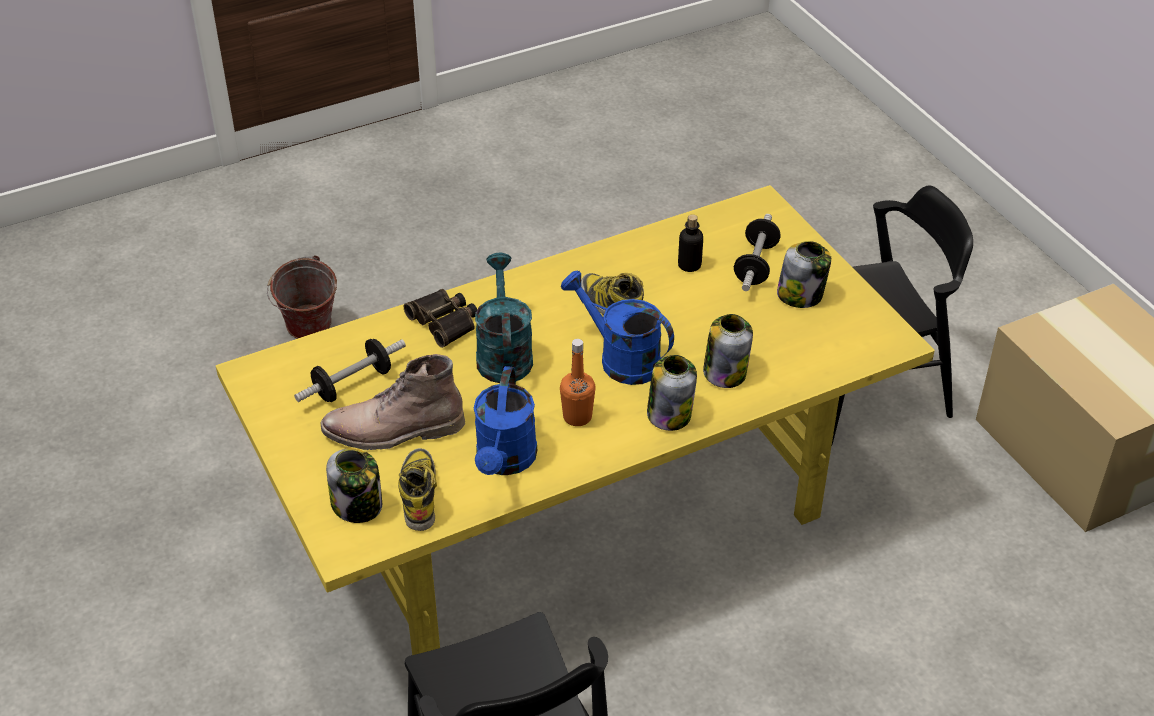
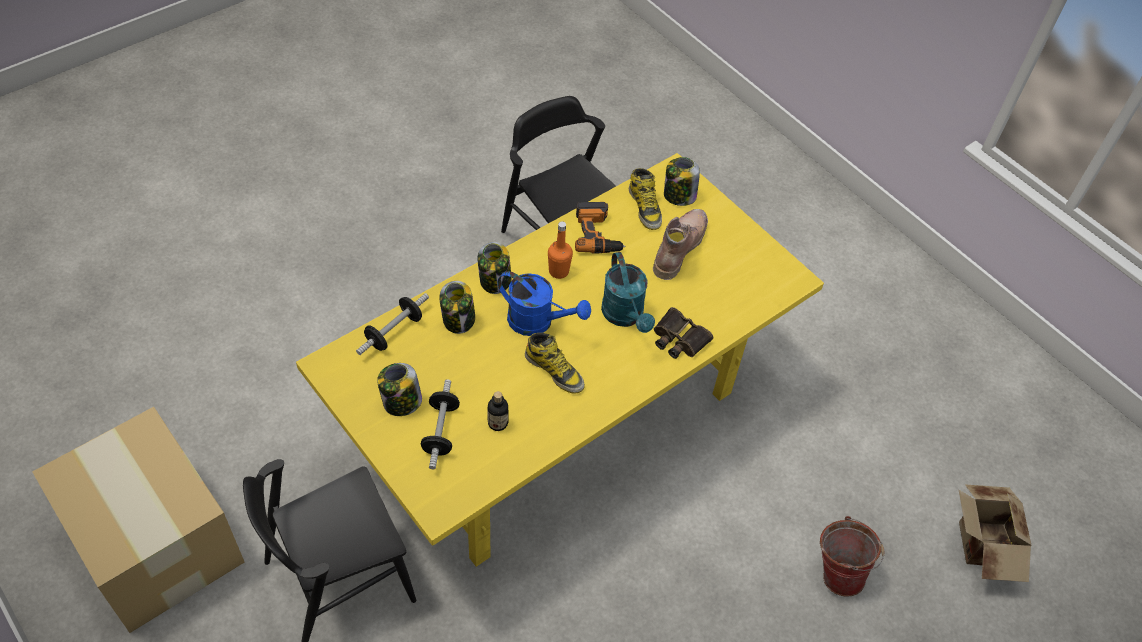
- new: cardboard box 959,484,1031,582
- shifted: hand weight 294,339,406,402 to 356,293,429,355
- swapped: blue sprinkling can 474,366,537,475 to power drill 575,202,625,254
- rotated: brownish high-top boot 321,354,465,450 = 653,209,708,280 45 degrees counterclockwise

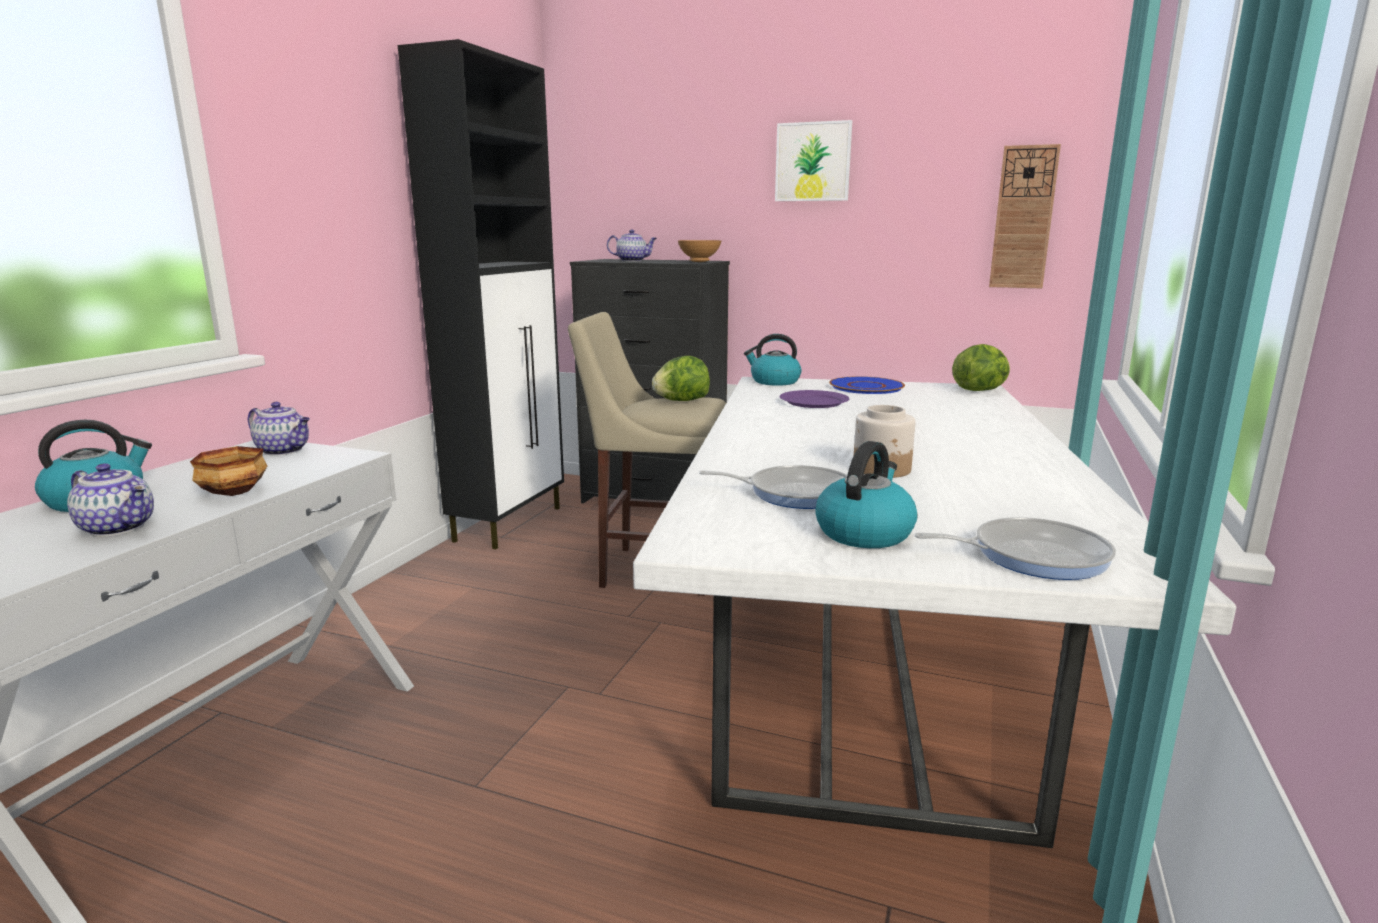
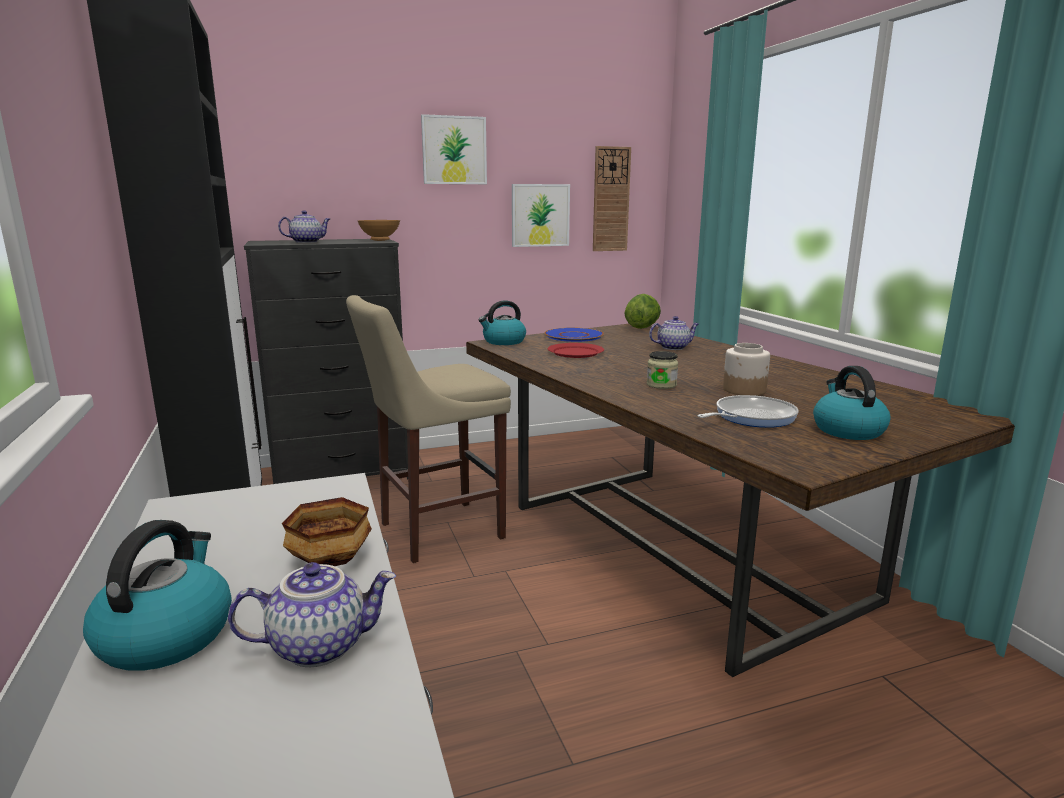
- gone: lettuce head 652,356,710,401
- gone: pan 914,517,1116,580
- new: wall picture 512,184,570,247
- new: jar 647,351,678,389
- shifted: pot for tea 248,402,310,456 to 649,316,699,350
- repainted: white kitchen table 633,377,1236,848 to brownish kitchen table 466,324,1015,677
- repainted: purple-coloured dinner plate 780,390,849,408 to red-coloured dinner plate 548,343,604,358

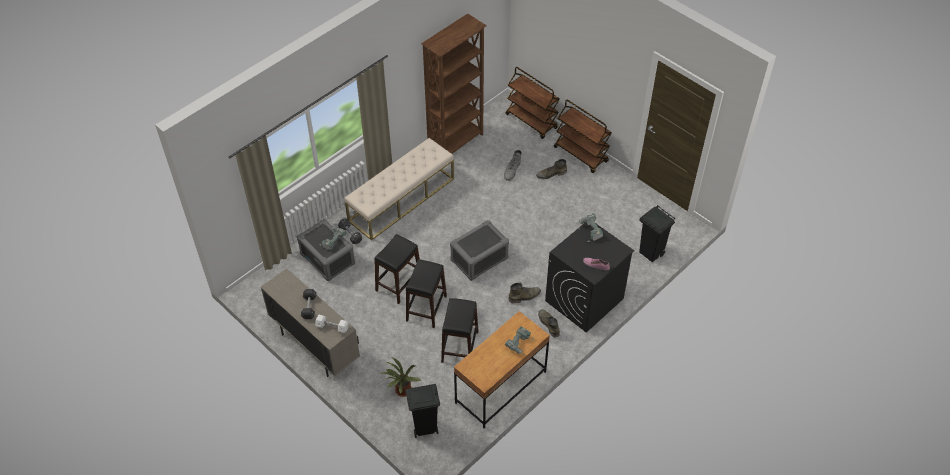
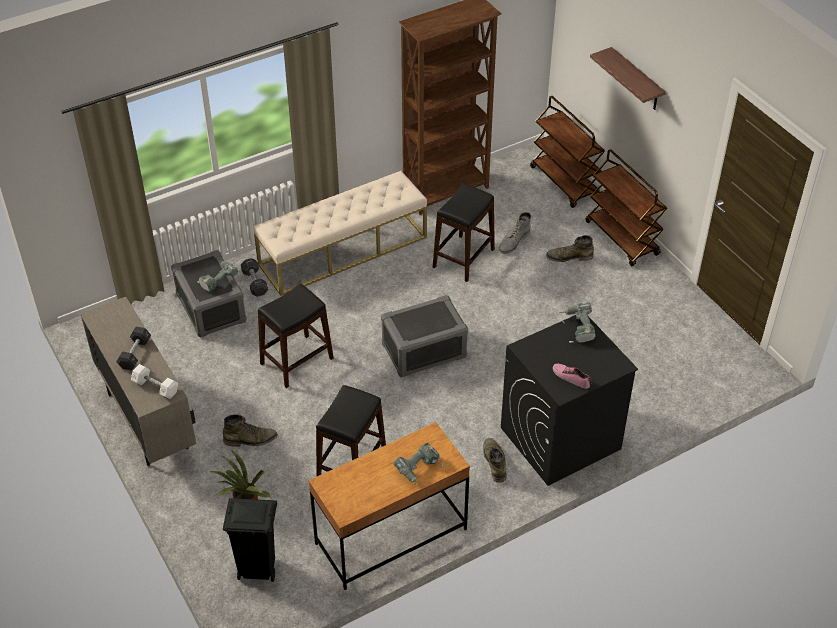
- gone: black rubbish bin 639,205,675,262
- new: wall shelf 590,47,666,110
- shifted: black sitting stool 406,259,447,328 to 433,184,495,282
- shifted: greenish high-top boot 508,283,541,304 to 223,414,278,447

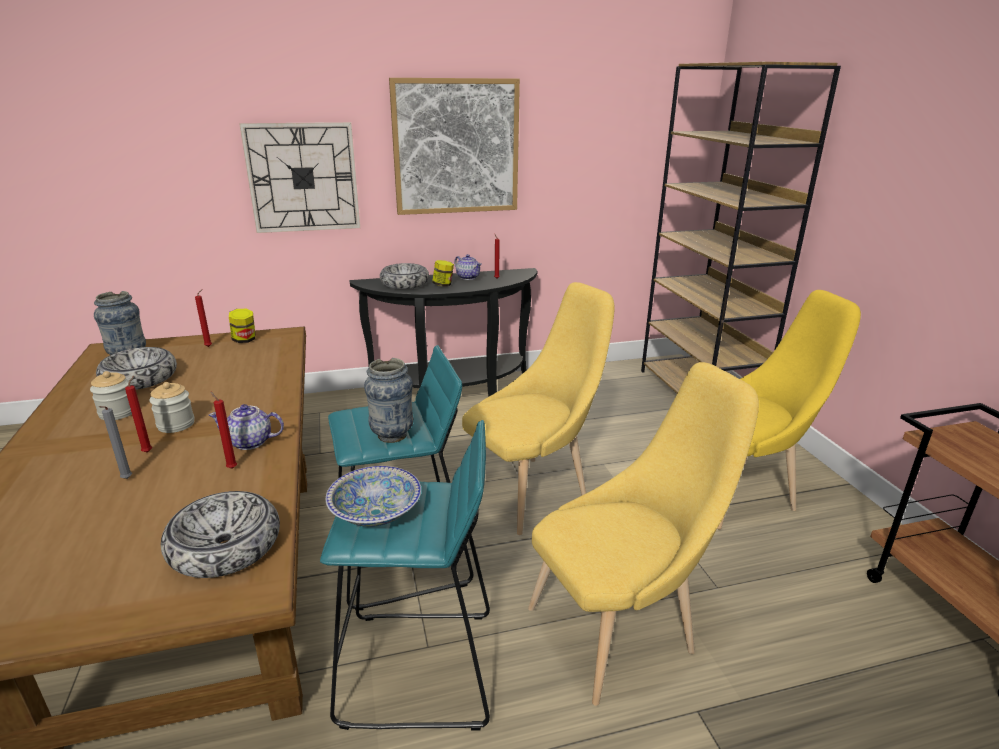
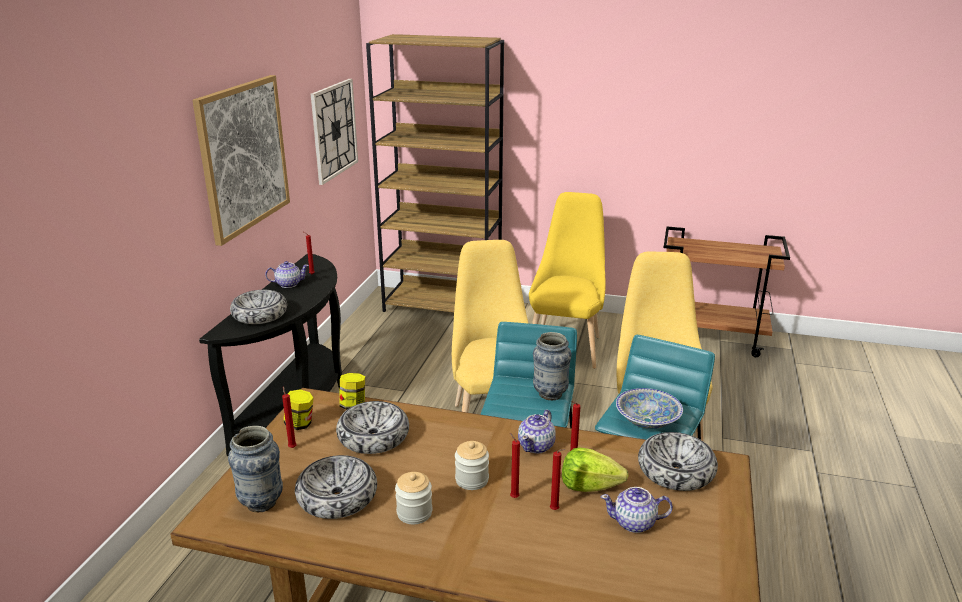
- new: deep dish 336,401,409,454
- new: lettuce head 562,447,629,492
- new: pot for tea 601,487,673,533
- shifted: clock on the wall 239,122,360,233 to 311,79,358,185
- shifted: jar 432,260,454,286 to 339,373,365,410
- repainted: grey wax candle 99,406,132,479 to red-coloured wax candle 550,449,565,510

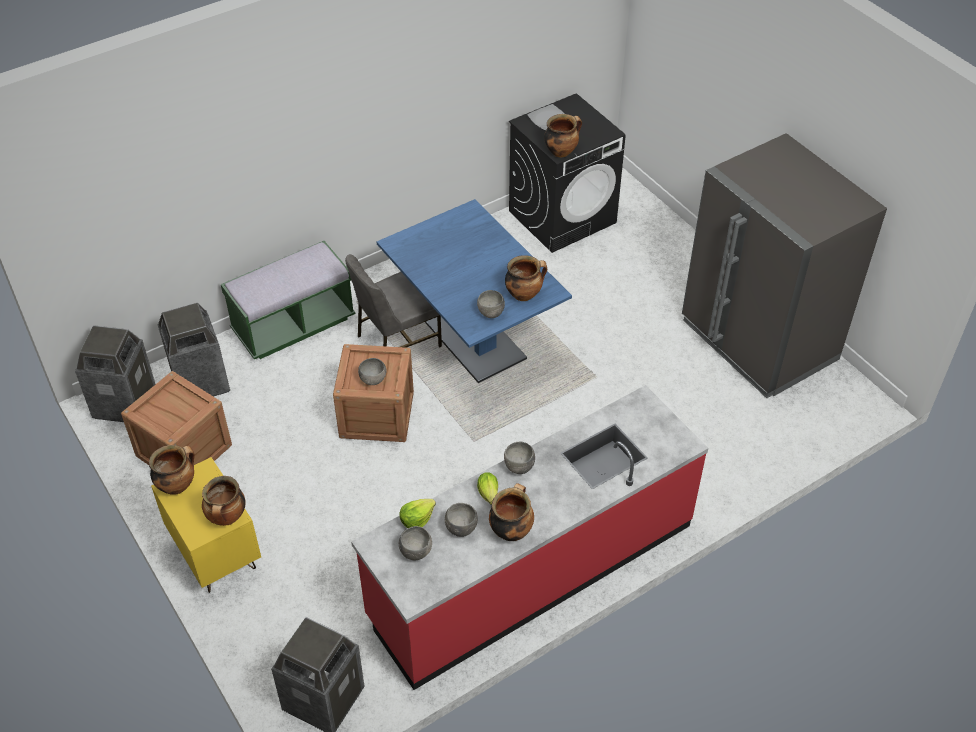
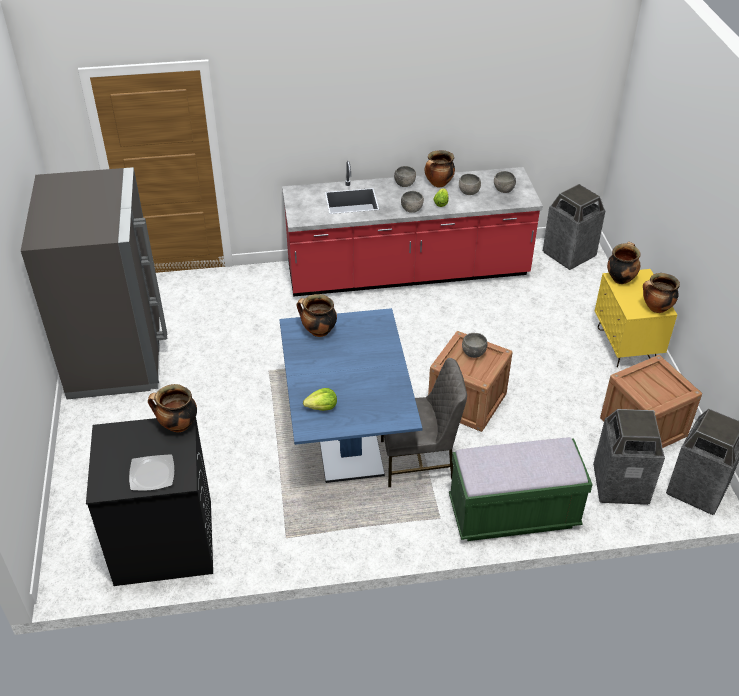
- shifted: lettuce head 399,499,436,528 to 303,388,337,411
- shifted: grey deep dish 477,290,505,318 to 394,166,416,187

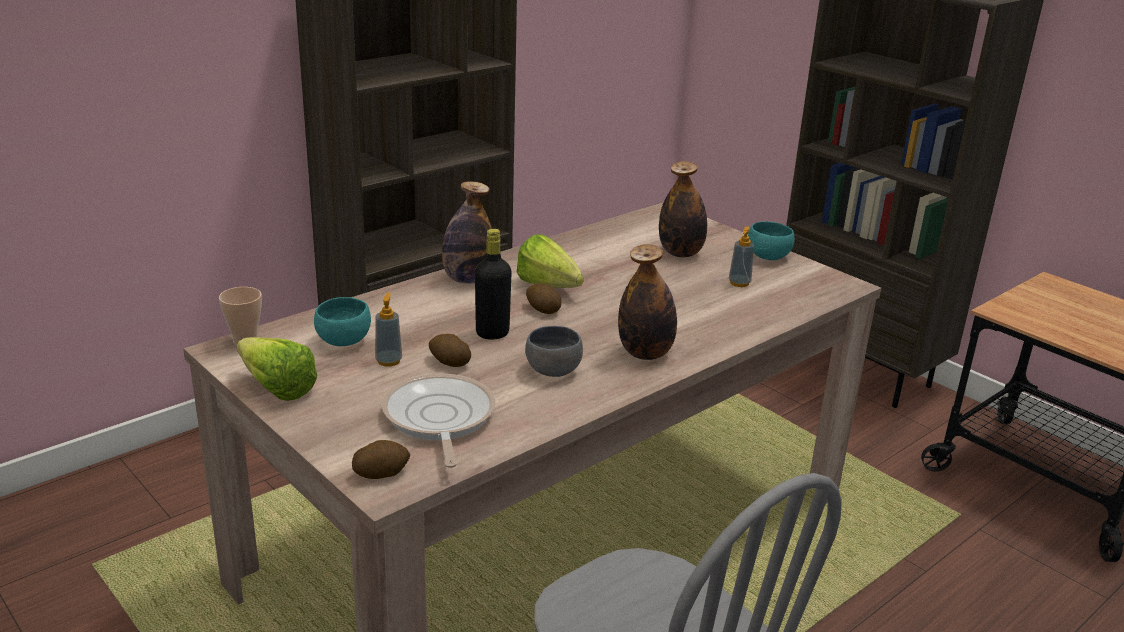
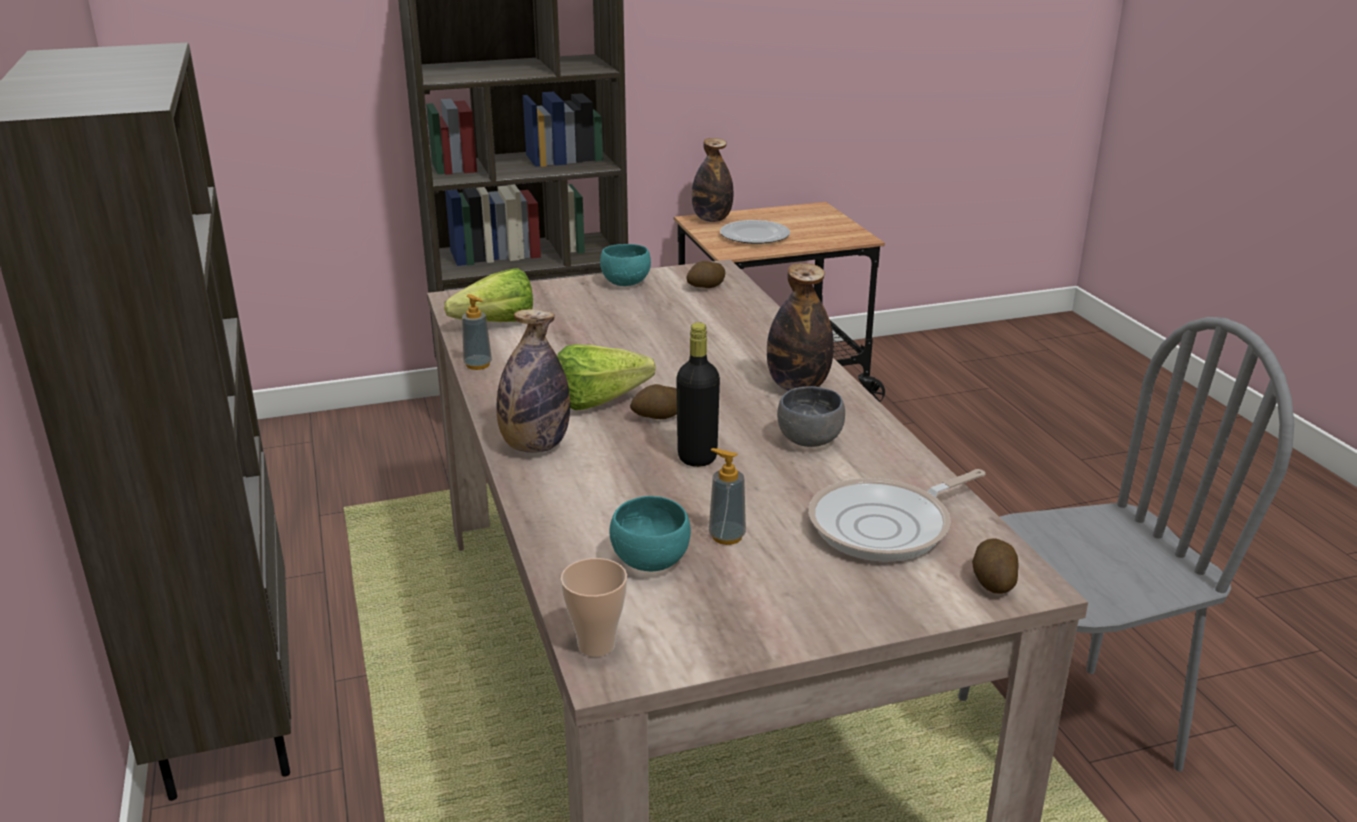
- new: dinner plate 720,220,790,244
- shifted: lettuce head 237,337,317,401 to 444,268,533,322
- shifted: spud 429,334,471,367 to 686,261,725,288
- shifted: beverage bottle 659,161,707,257 to 692,138,733,222
- shifted: soap bottle 729,226,754,287 to 462,294,492,370
- rotated: pan 382,374,495,468 = 808,469,985,562 45 degrees counterclockwise

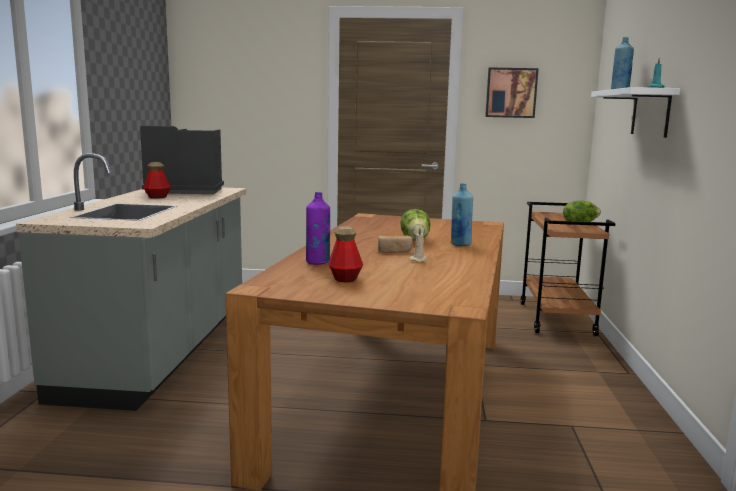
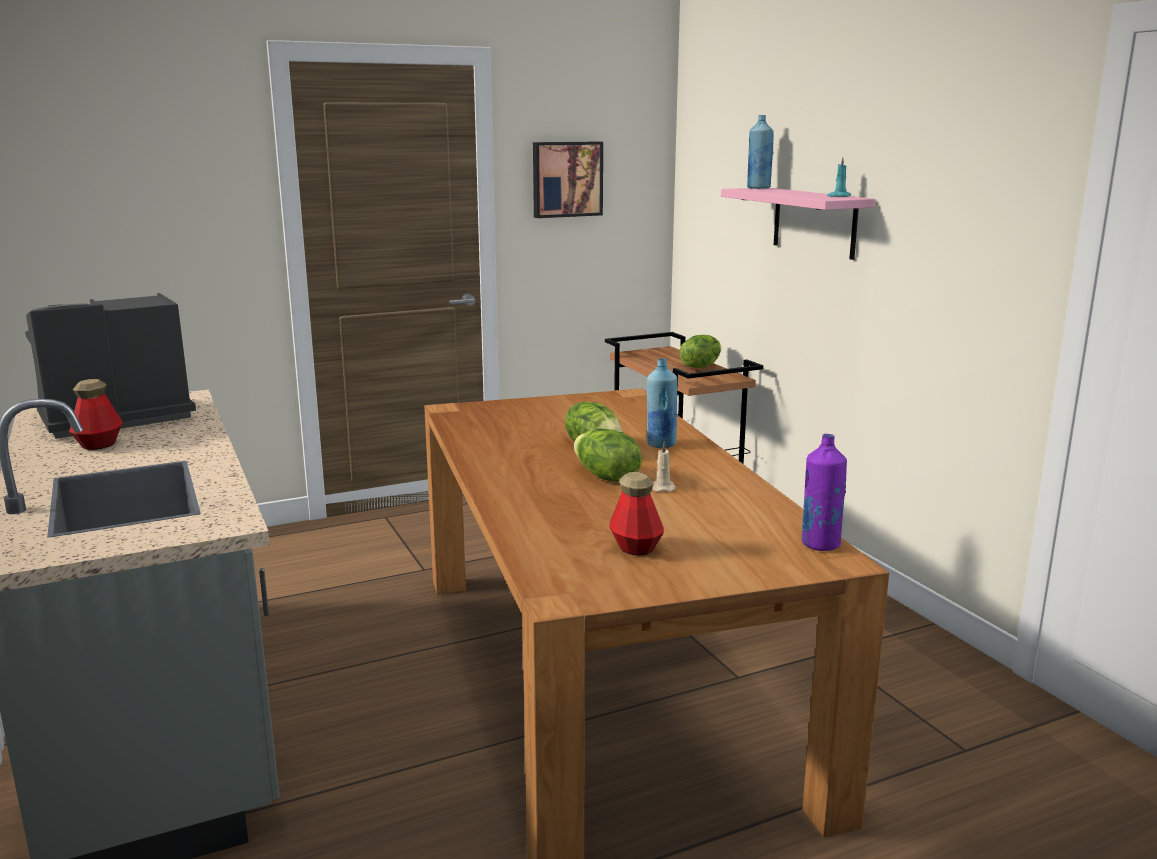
- shifted: purple-coloured beverage bottle 306,192,330,265 to 802,434,847,551
- swapped: baked bread 378,235,413,253 to lettuce head 574,428,642,482
- repainted: white wall shelf 591,87,680,138 to pink-coloured wall shelf 721,188,875,260

